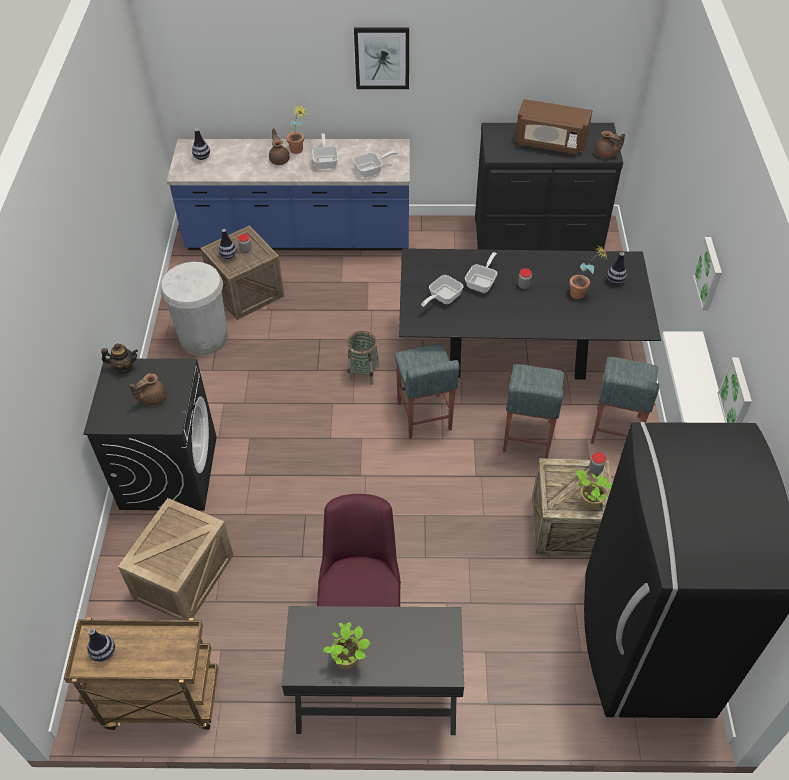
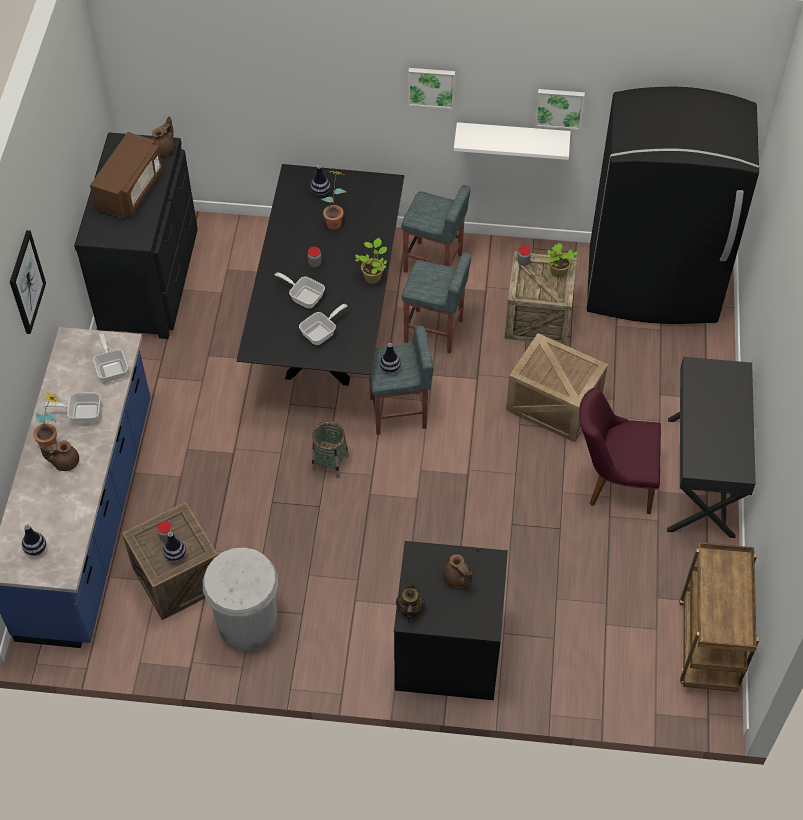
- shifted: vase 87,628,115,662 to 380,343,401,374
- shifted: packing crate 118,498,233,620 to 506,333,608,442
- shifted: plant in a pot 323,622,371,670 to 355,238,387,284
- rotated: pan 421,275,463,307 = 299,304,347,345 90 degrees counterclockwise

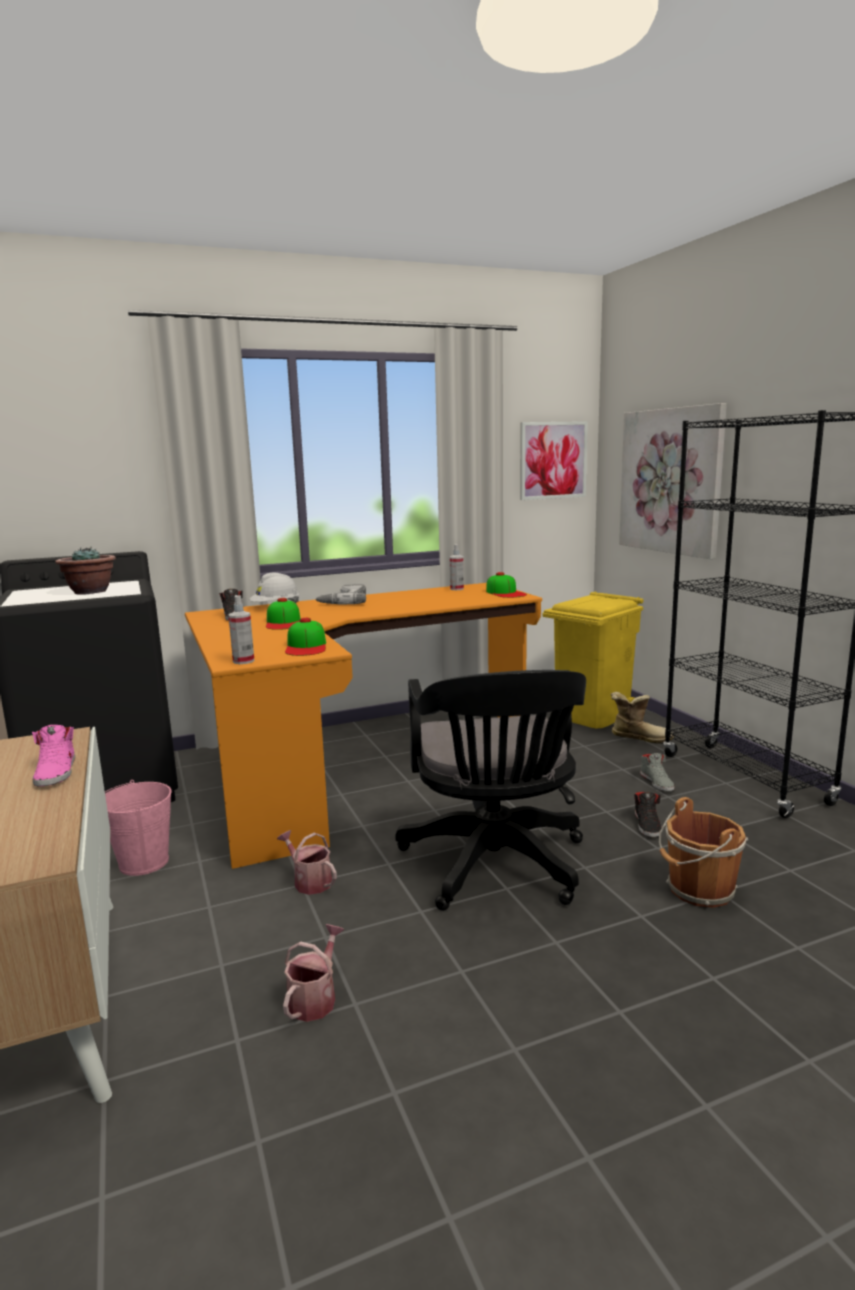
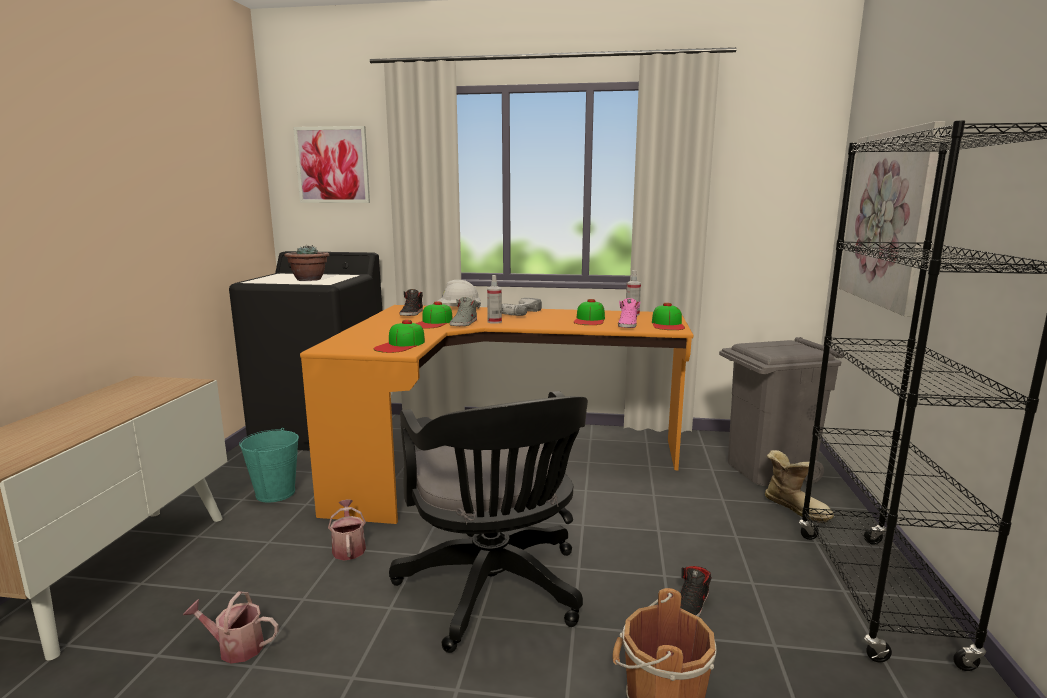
- new: baseball cap 574,299,605,325
- shifted: pink-coloured item of footwear 32,725,75,787 to 618,298,640,328
- shifted: spray bottle 228,595,254,664 to 487,275,502,324
- shifted: wall picture 520,421,588,500 to 293,126,370,203
- shifted: grey item of footwear 640,753,675,791 to 450,297,477,326
- repainted: pink-coloured water bucket 105,780,171,876 to turquoise water bucket 239,428,299,503
- repainted: yellowish rubbish bin 542,592,643,728 to grey rubbish bin 719,337,845,486
- rotated: sprinkling can 283,924,344,1022 = 182,591,279,664 135 degrees counterclockwise
- rotated: black desk chair 395,670,586,911 = 389,391,588,653 45 degrees counterclockwise

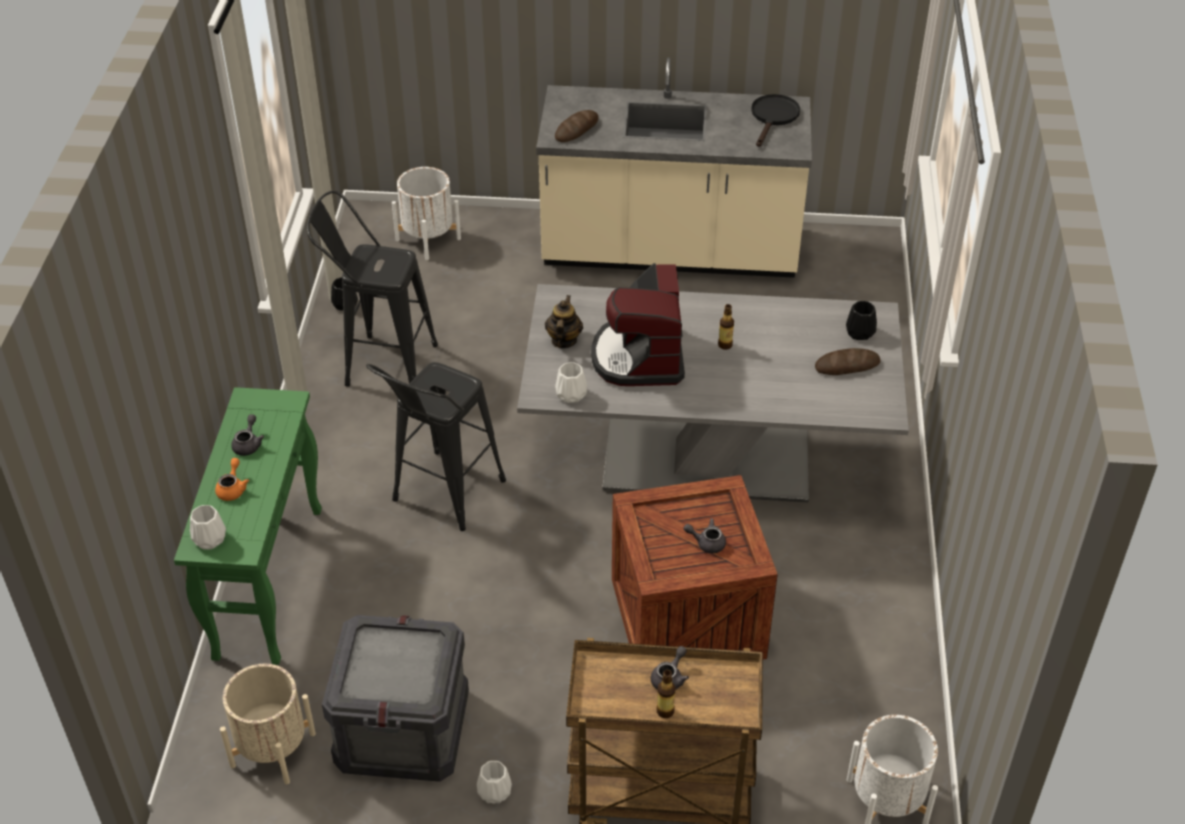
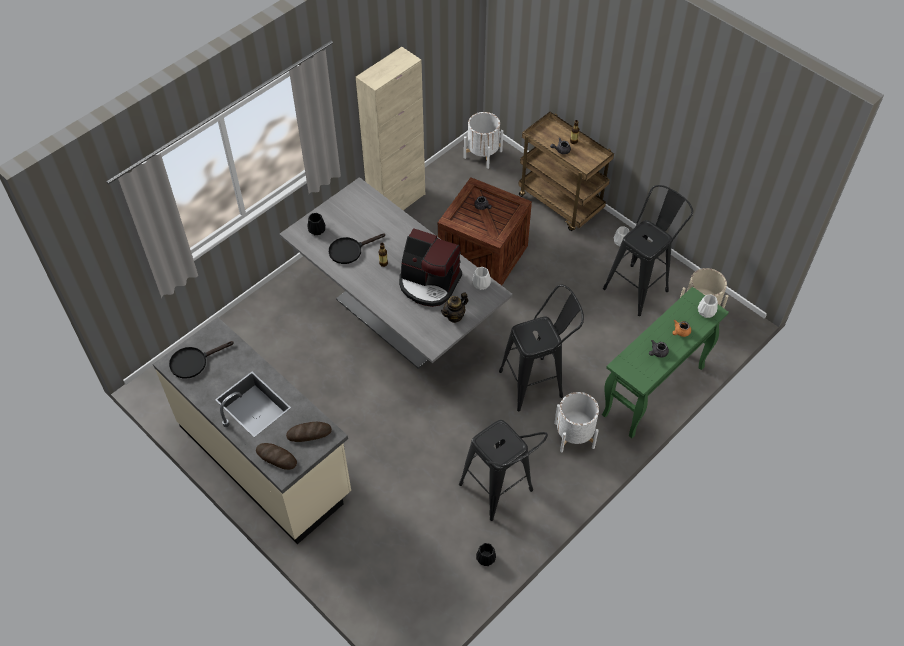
- new: black pan 329,233,385,264
- new: beige storage cabinet 356,47,425,210
- shifted: white flower pot 392,167,461,260 to 554,392,599,452
- shifted: baked bread 815,348,881,375 to 256,443,297,470
- swapped: packing crate 322,615,469,782 to black sitting stool 603,185,693,316
- rotated: coffee maker 591,263,685,386 = 399,228,462,307 75 degrees clockwise

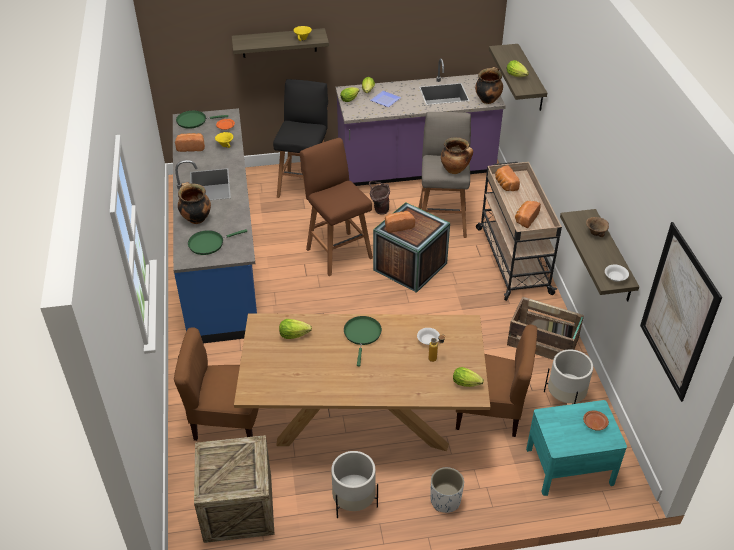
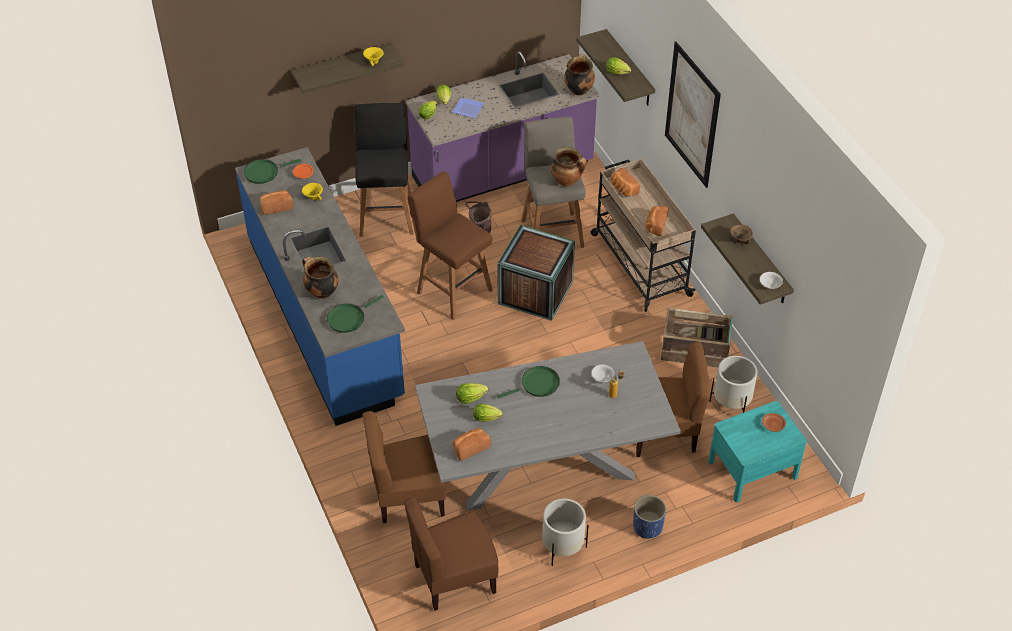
- shifted: baked bread 385,211,415,233 to 453,428,491,460
- shifted: lettuce head 453,367,484,387 to 473,404,503,422
- shifted: wall picture 640,222,722,402 to 665,42,721,188
- swapped: packing crate 194,435,275,543 to brownish chair 404,497,499,611
- repainted: brownish kitchen table 234,313,490,451 to grey kitchen table 415,341,681,511
- repainted: white flower pot 430,467,464,513 to blue flower pot 633,495,666,539
- rotated: greenish pan 344,316,382,366 = 497,366,560,399 75 degrees clockwise

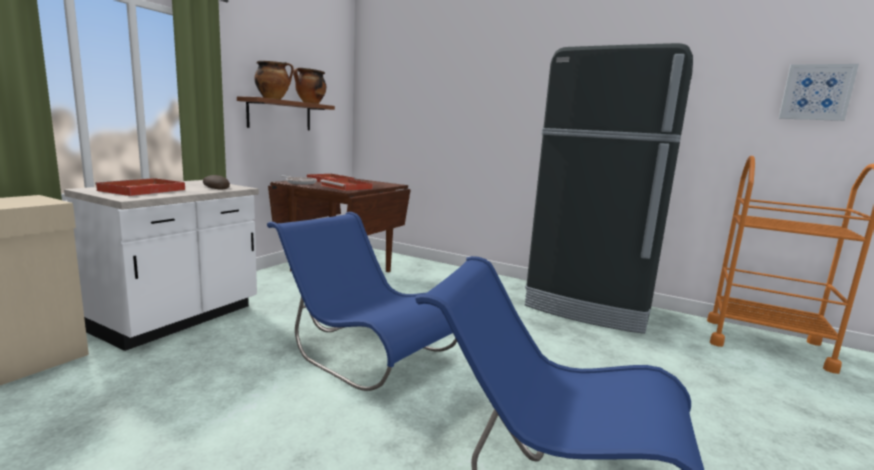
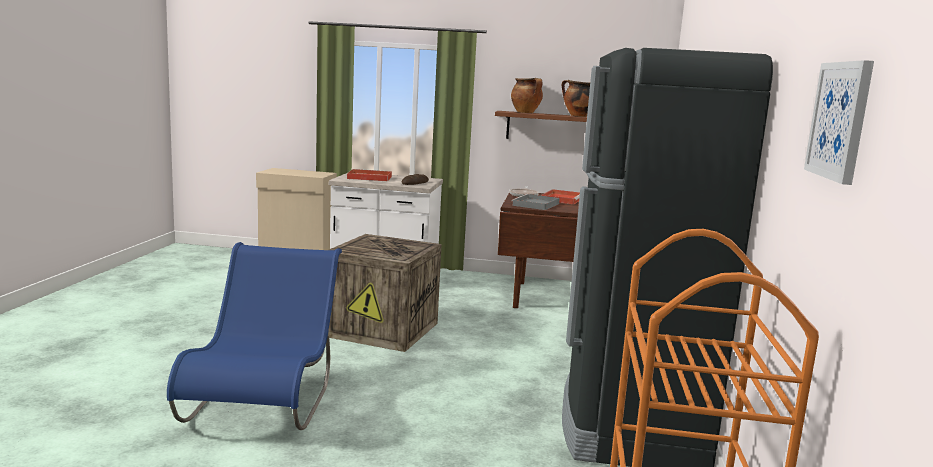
- swapped: blue chair 267,212,457,391 to packing crate 329,234,442,352
- repainted: red-coloured carrying tray 320,179,373,191 to grey carrying tray 511,194,560,210

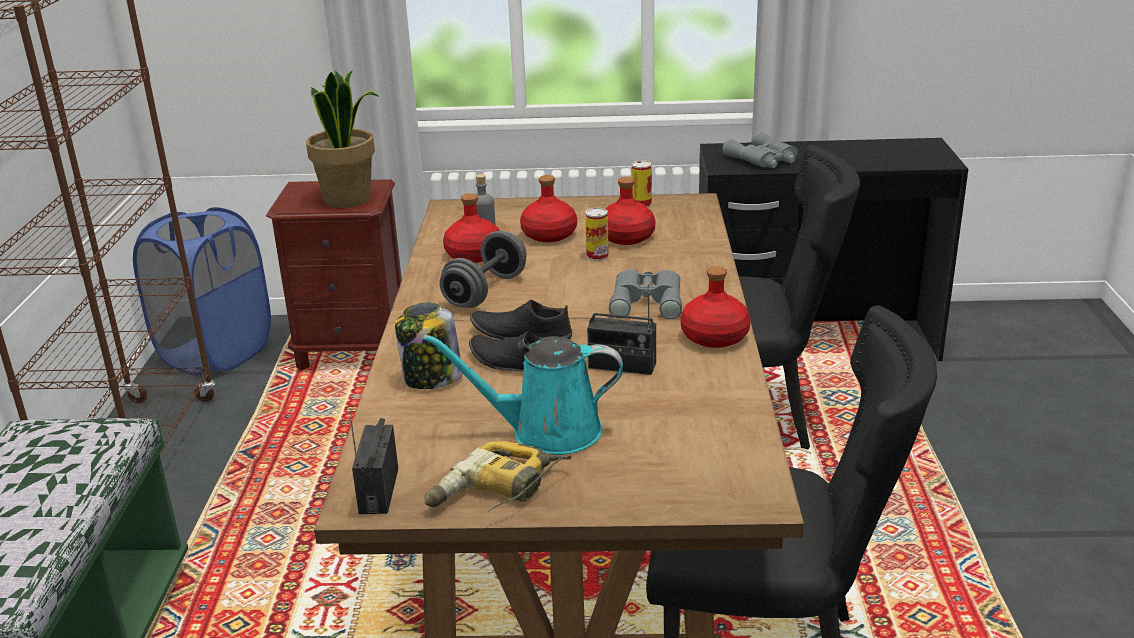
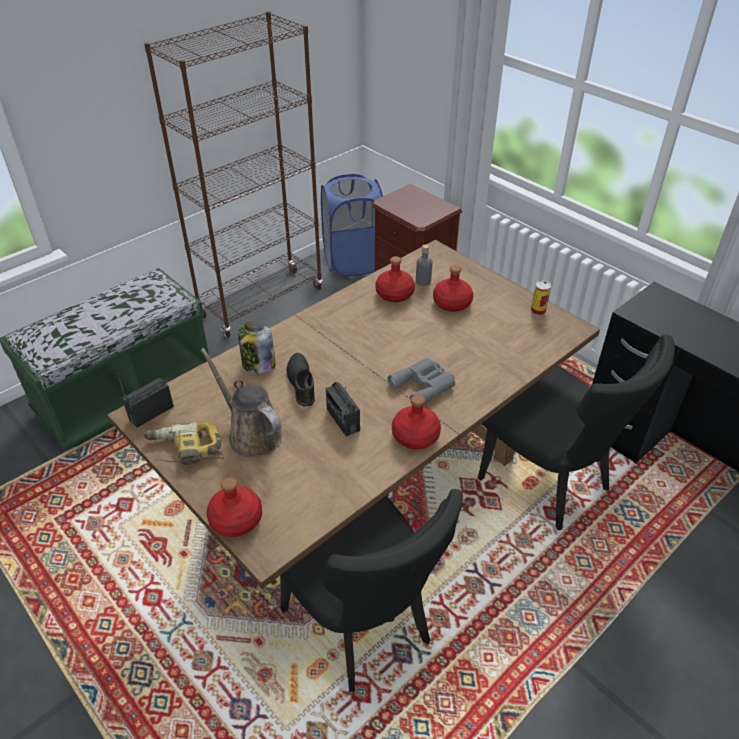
- gone: plant in a pot 306,70,379,208
- gone: grey hand weight 440,231,527,308
- gone: black item of footwear 470,300,572,340
- gone: sealed can 585,208,609,261
- gone: grey field glasses 722,132,798,168
- shifted: red-coloured beverage bottle 605,177,656,245 to 206,477,262,537
- repainted: turquoise sprinkling can 423,334,623,455 to brownish sprinkling can 201,348,282,457

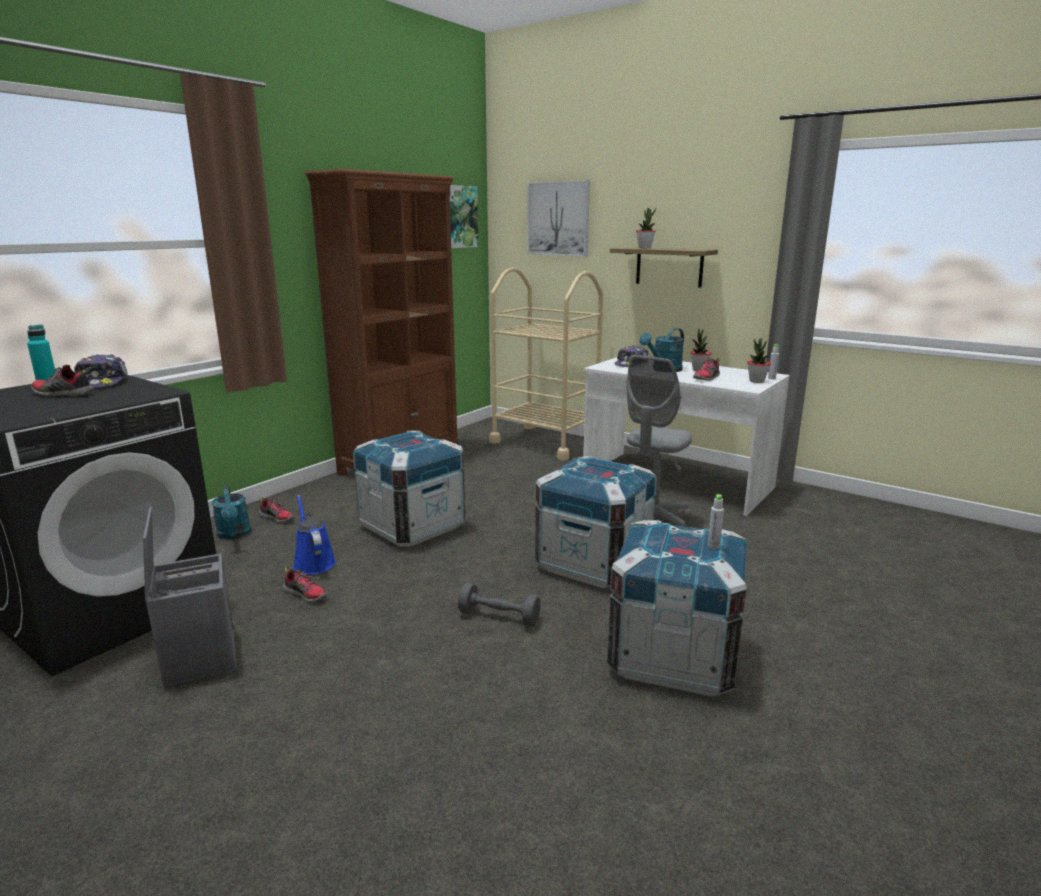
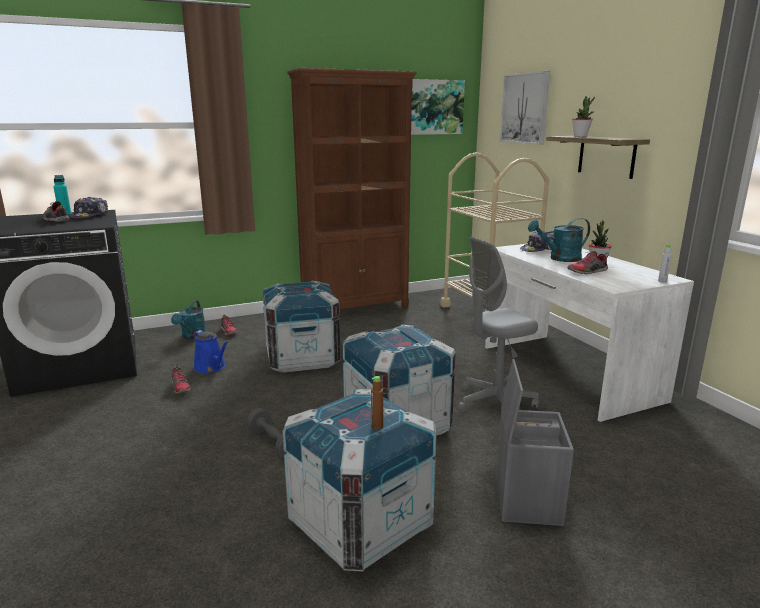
- gone: plant in a pot 747,338,771,383
- shifted: grey storage container 143,507,236,687 to 496,359,574,526
- repainted: grey beverage bottle 708,494,724,549 to brownish beverage bottle 371,376,383,430
- rotated: blue sprinkling can 293,495,336,575 = 193,330,229,373 135 degrees clockwise

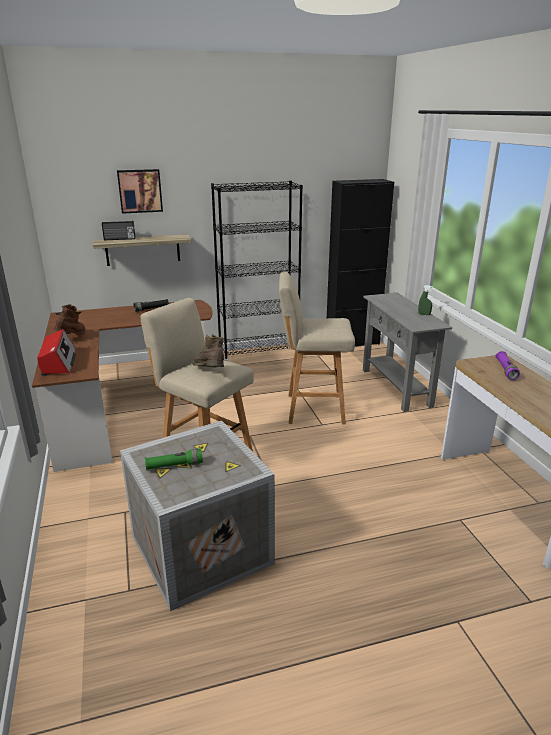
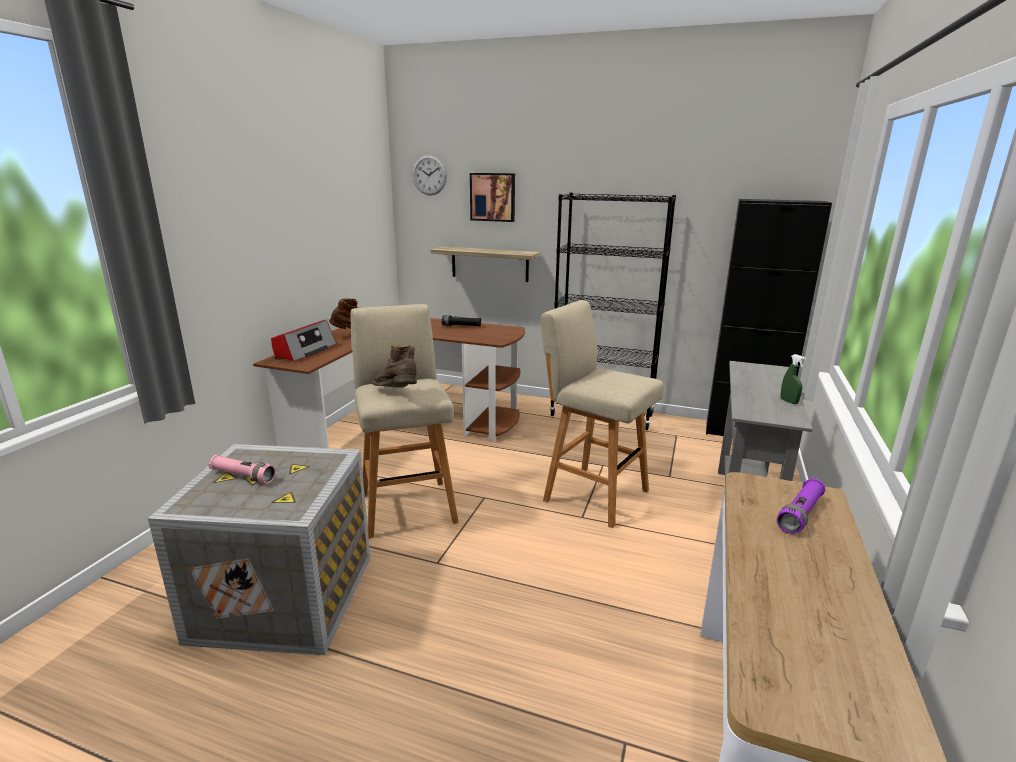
- gone: radio set 102,221,135,240
- new: clock on the wall 412,155,447,195
- repainted: greenish hand torch 145,448,203,470 to pink-coloured hand torch 208,455,276,483
- rotated: brownish high-top boot 192,334,224,368 = 373,345,417,388 45 degrees counterclockwise

